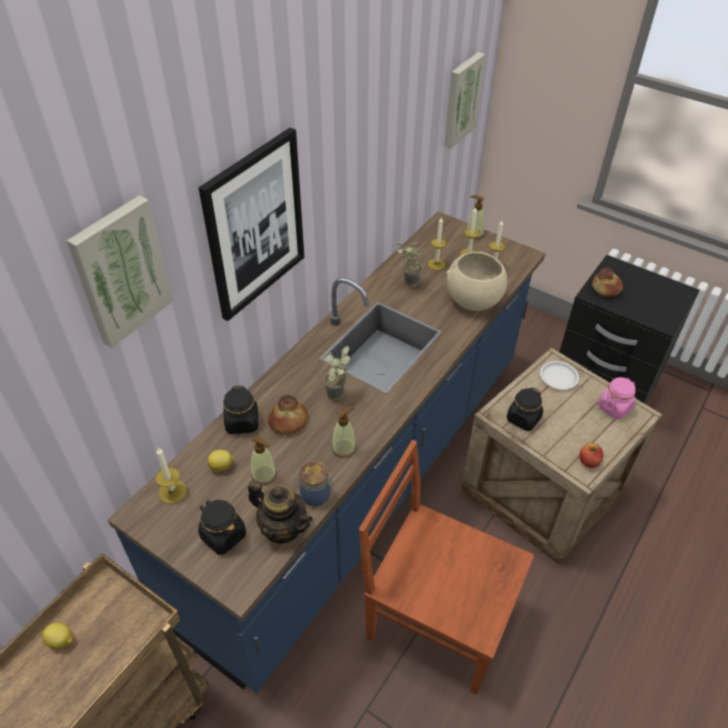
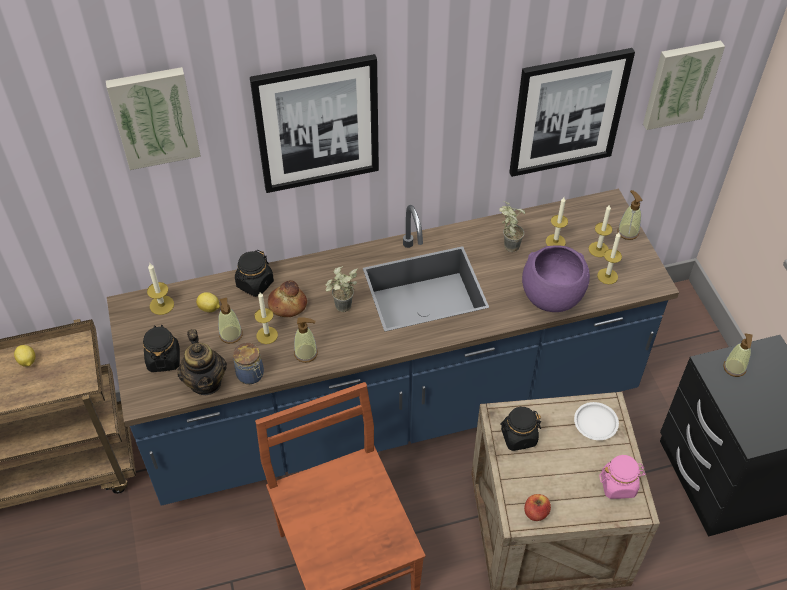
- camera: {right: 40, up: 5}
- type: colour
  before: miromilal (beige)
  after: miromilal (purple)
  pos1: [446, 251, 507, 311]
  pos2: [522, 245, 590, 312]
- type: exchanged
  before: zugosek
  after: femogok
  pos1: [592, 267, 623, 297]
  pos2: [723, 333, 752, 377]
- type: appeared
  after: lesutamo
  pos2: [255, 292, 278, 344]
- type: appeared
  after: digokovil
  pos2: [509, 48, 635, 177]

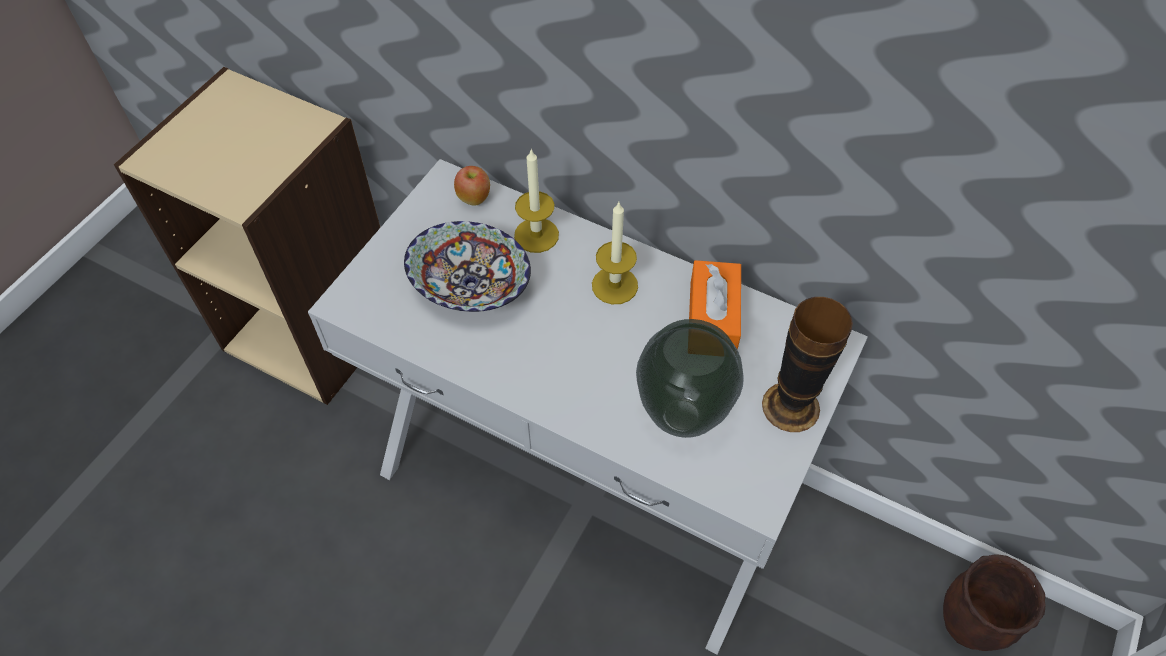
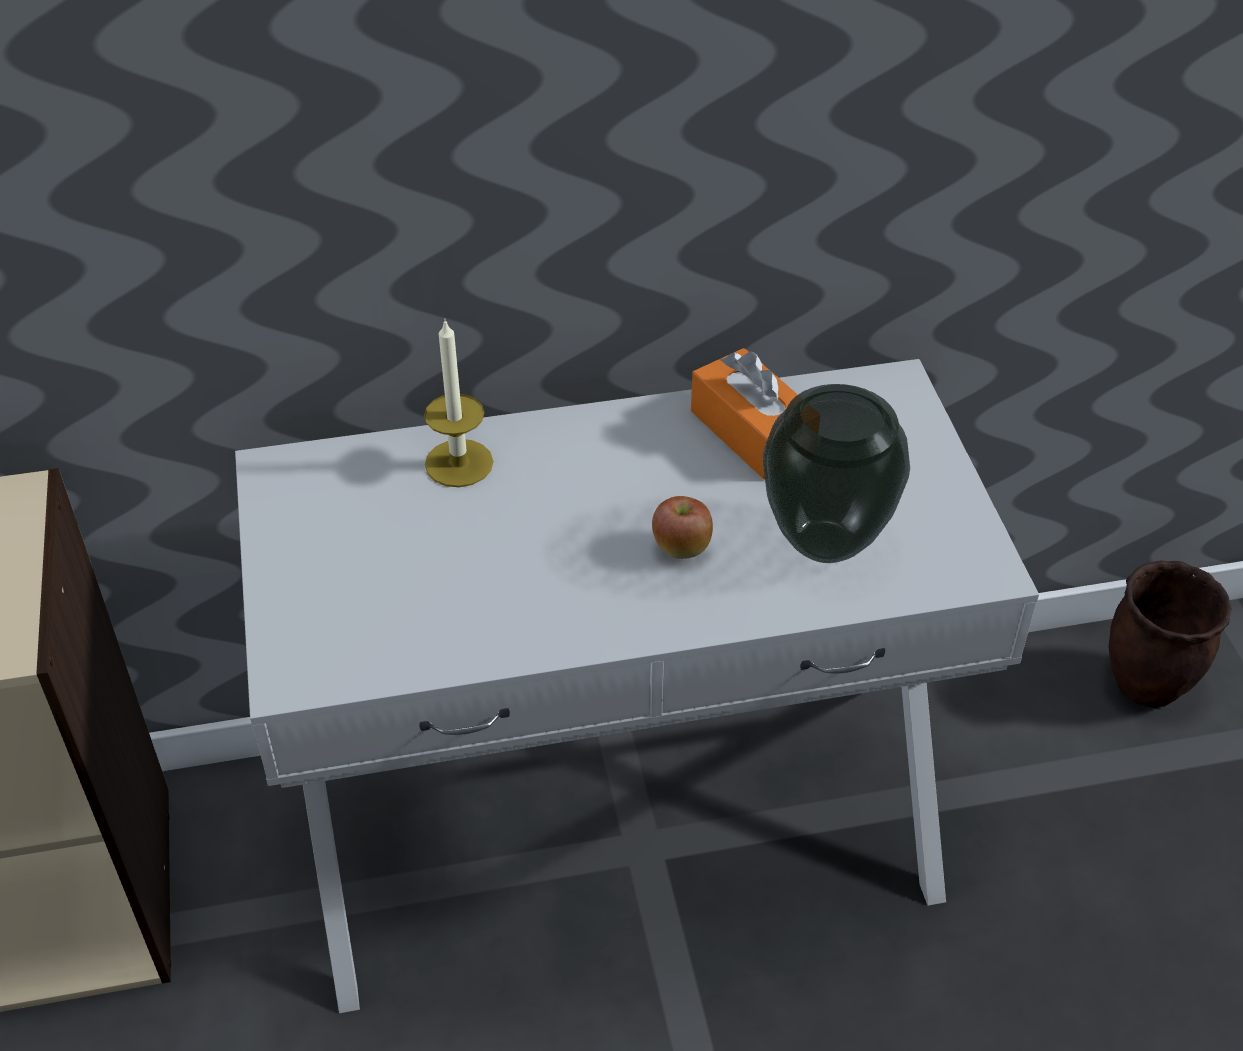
- camera: {right: -40, up: -10}
- type: missing
  before: miromilal
  pos1: [404, 221, 531, 312]
- type: relocated
  before: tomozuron
  pos1: [454, 166, 490, 206]
  pos2: [652, 496, 713, 559]
- type: missing
  before: lesutamo
  pos1: [592, 202, 638, 304]
- type: missing
  before: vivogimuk
  pos1: [762, 297, 853, 432]

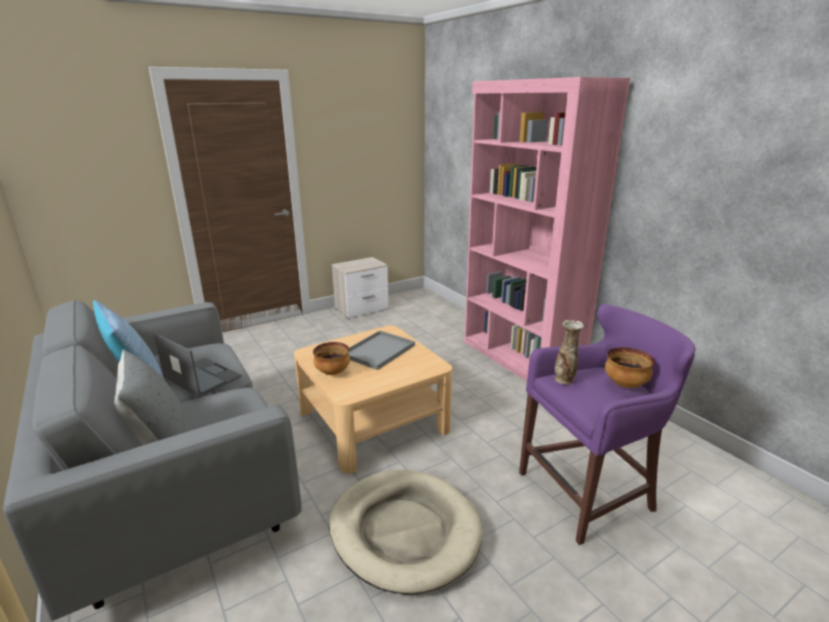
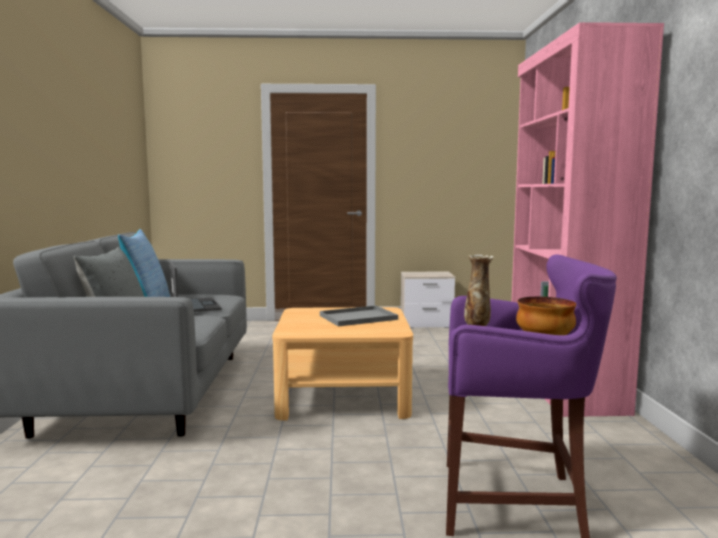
- camera: {right: 30, up: -15}
- type: missing
  before: miromilal
  pos1: [313, 342, 350, 375]
- type: missing
  before: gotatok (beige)
  pos1: [329, 470, 483, 594]

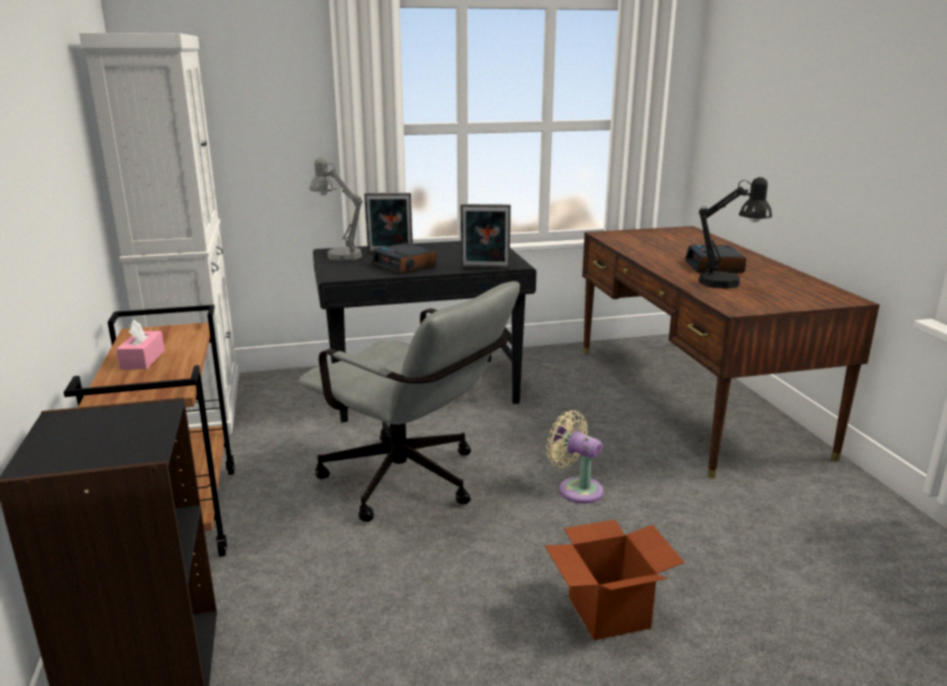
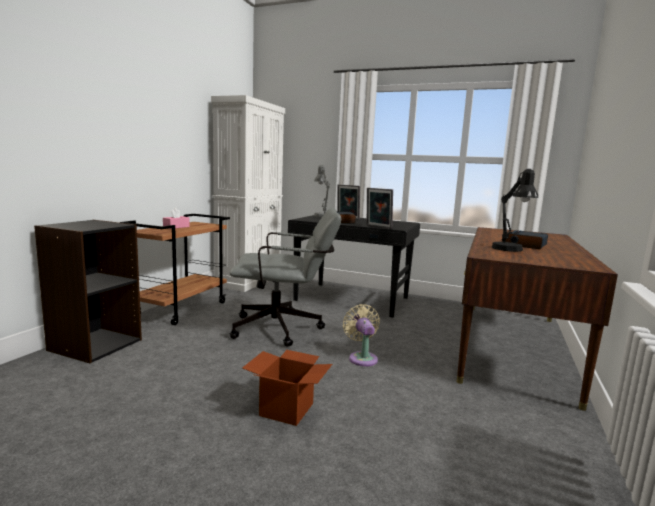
- camera: {right: 35, up: -10}
- type: spun
  before: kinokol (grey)
  pos1: [298, 281, 520, 522]
  pos2: [229, 207, 341, 347]
  turn: -75

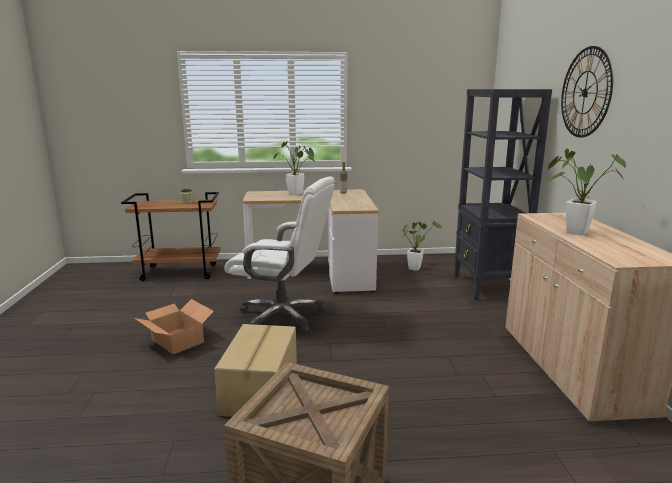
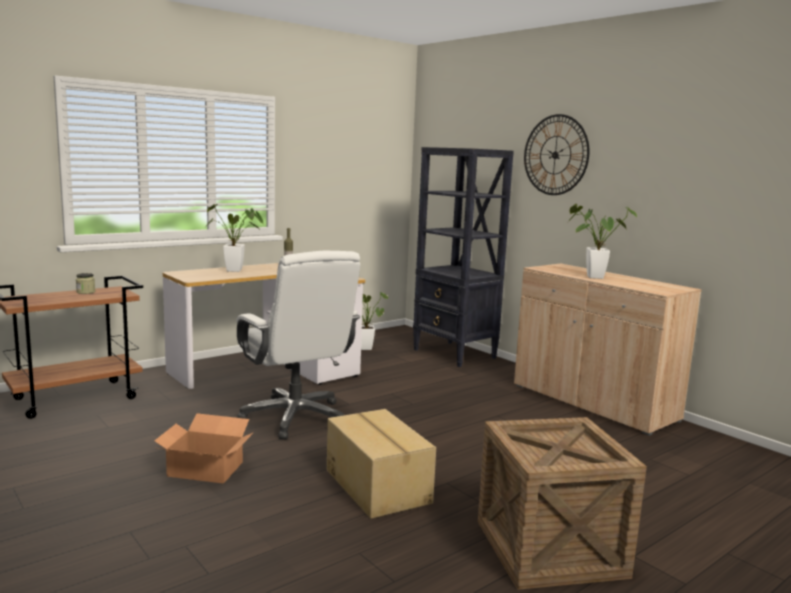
- camera: {right: -35, up: -5}
- type: spun
  before: kinokol (white)
  pos1: [224, 176, 335, 333]
  pos2: [236, 251, 360, 439]
  turn: 75

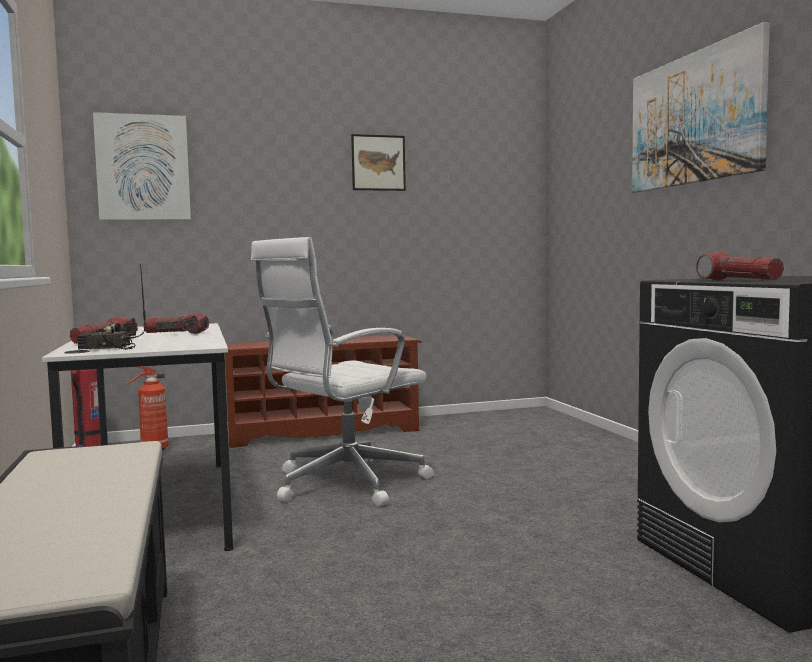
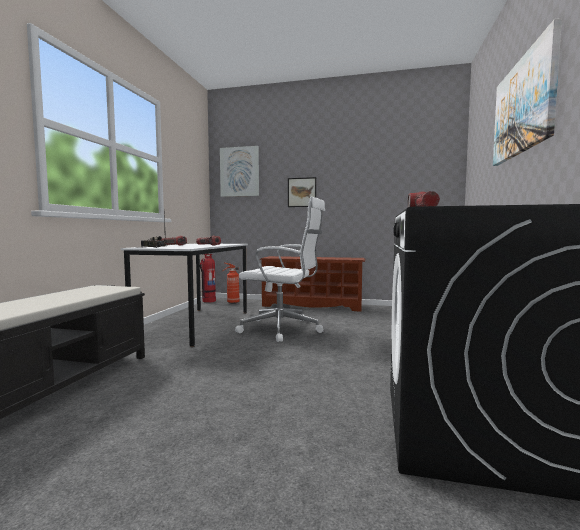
- camera: {right: 30, up: 0}
- type: spun
  before: kinokol (white)
  pos1: [251, 237, 434, 507]
  pos2: [235, 197, 325, 342]
  turn: -150
- type: relocated
  before: digokovil
  pos1: [351, 134, 406, 191]
  pos2: [288, 177, 316, 207]

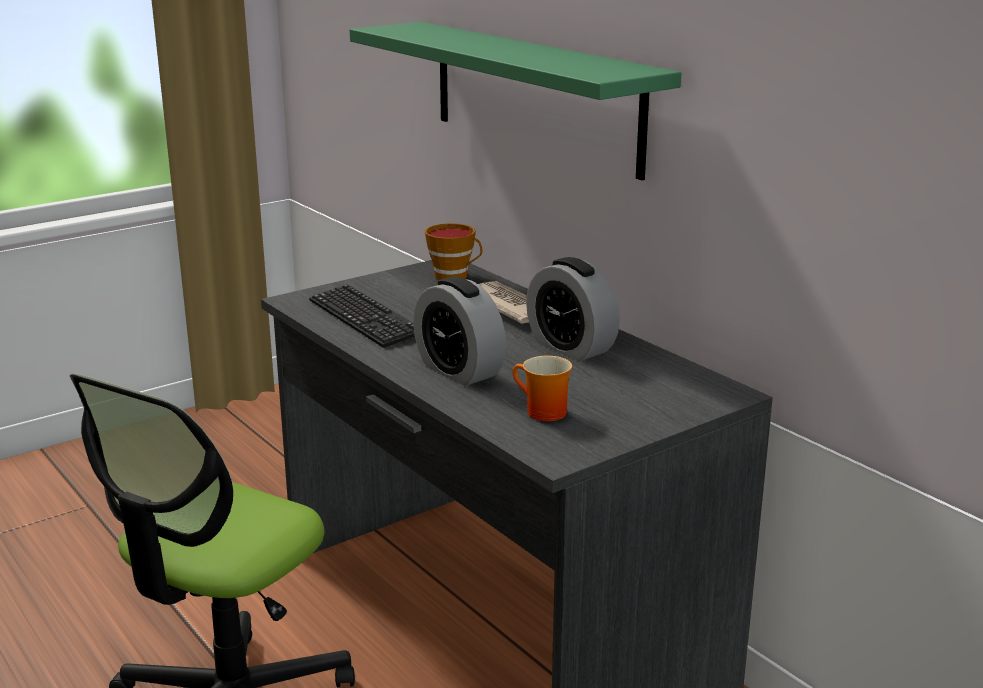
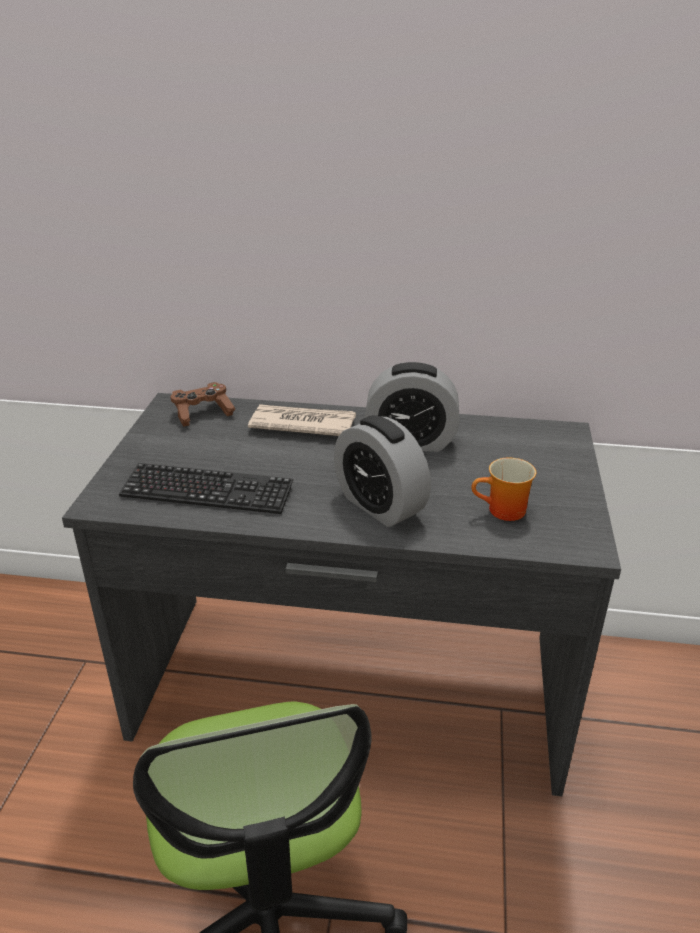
- camera: {right: -45, up: 10}
- type: missing
  before: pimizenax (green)
  pos1: [350, 22, 681, 180]
- type: spun
  before: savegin
  pos1: [413, 277, 506, 386]
  pos2: [334, 415, 431, 527]
  turn: 45
- type: exchanged
  before: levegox
  after: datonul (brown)
  pos1: [425, 223, 482, 280]
  pos2: [170, 382, 235, 426]

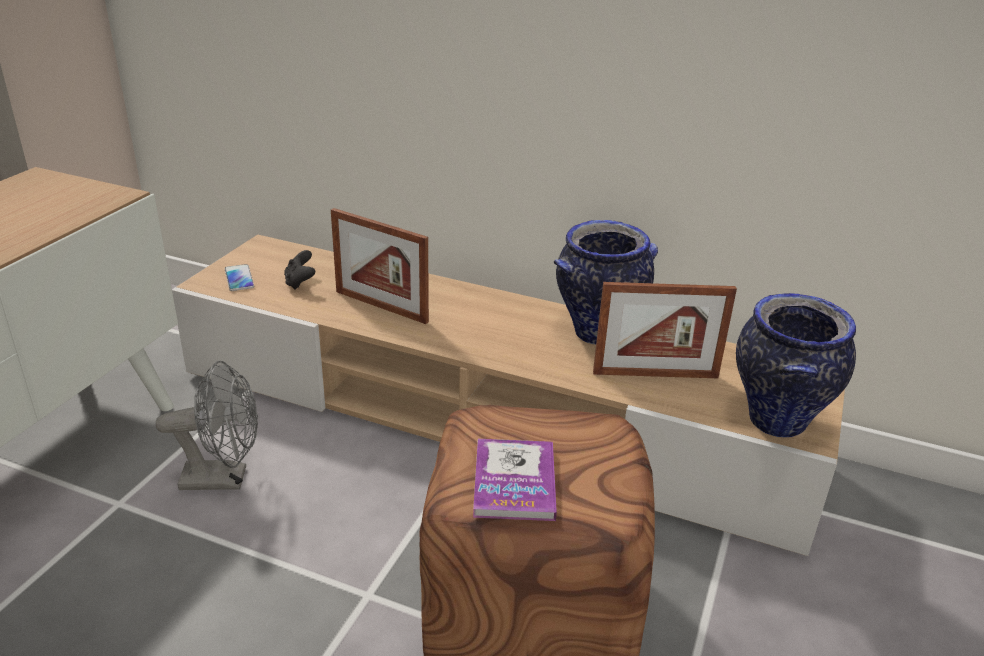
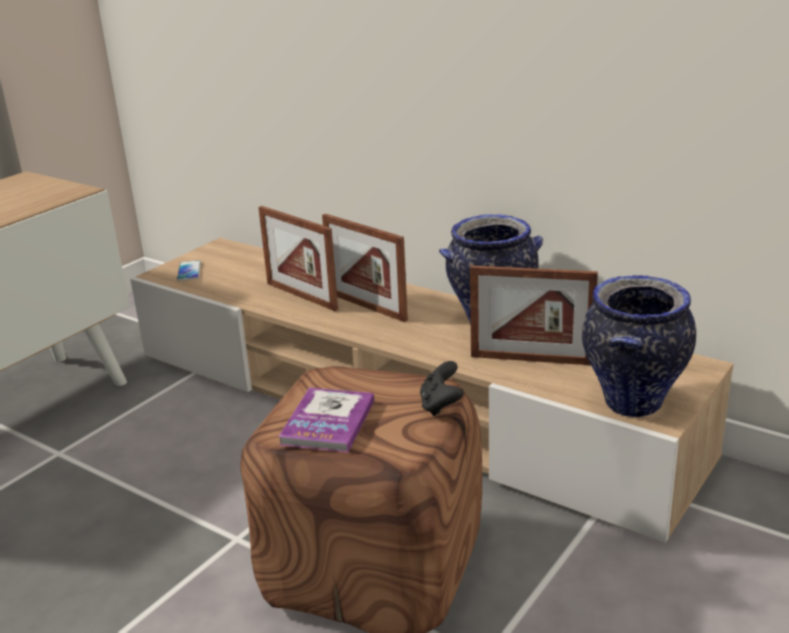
- camera: {right: 15, up: -5}
- type: missing
  before: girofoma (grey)
  pos1: [156, 361, 258, 490]
- type: relocated
  before: datonul (black)
  pos1: [284, 250, 315, 290]
  pos2: [420, 361, 464, 416]
- type: appeared
  after: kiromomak
  pos2: [322, 214, 408, 322]

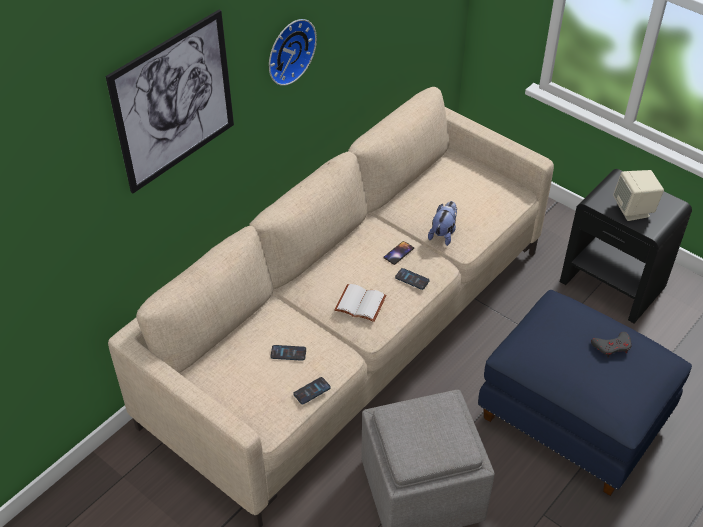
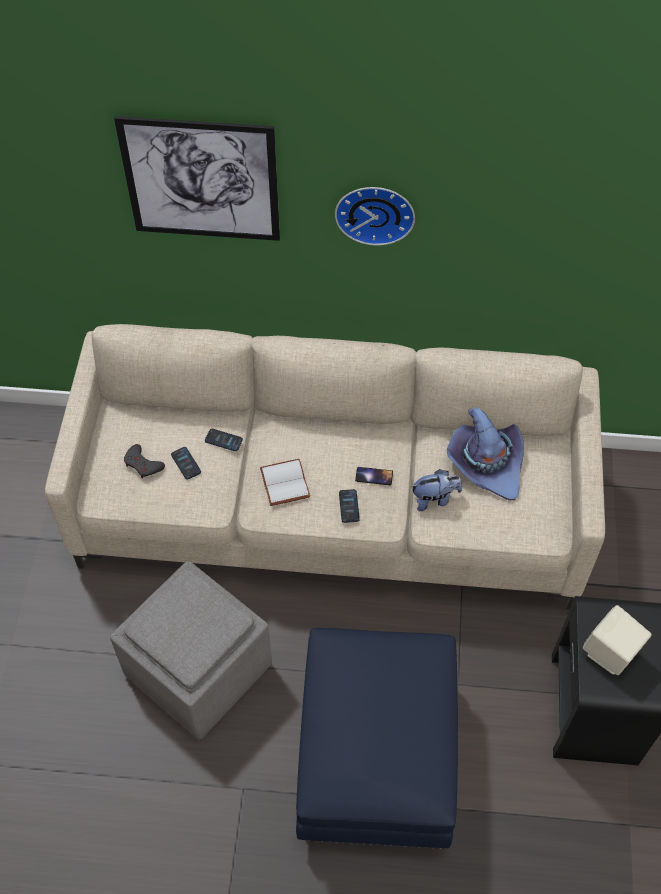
- camera: {right: 55, up: 10}
- type: relocated
  before: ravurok
  pos1: [293, 377, 331, 404]
  pos2: [205, 429, 243, 451]
- type: relocated
  before: datonul (grey)
  pos1: [591, 332, 632, 357]
  pos2: [124, 444, 165, 478]
- type: appeared
  after: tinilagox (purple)
  pos2: [447, 407, 524, 500]

